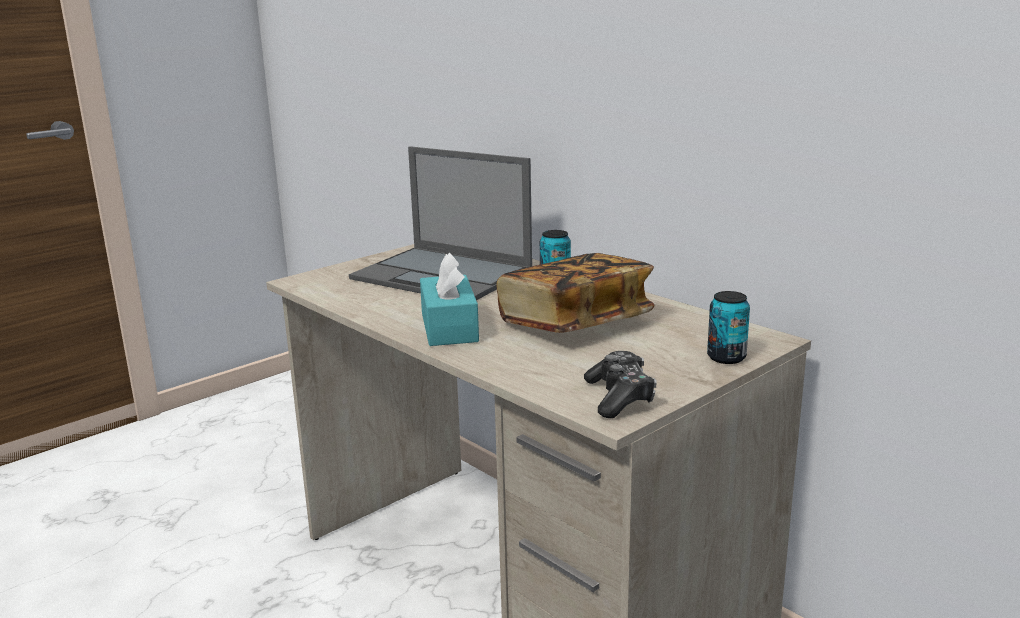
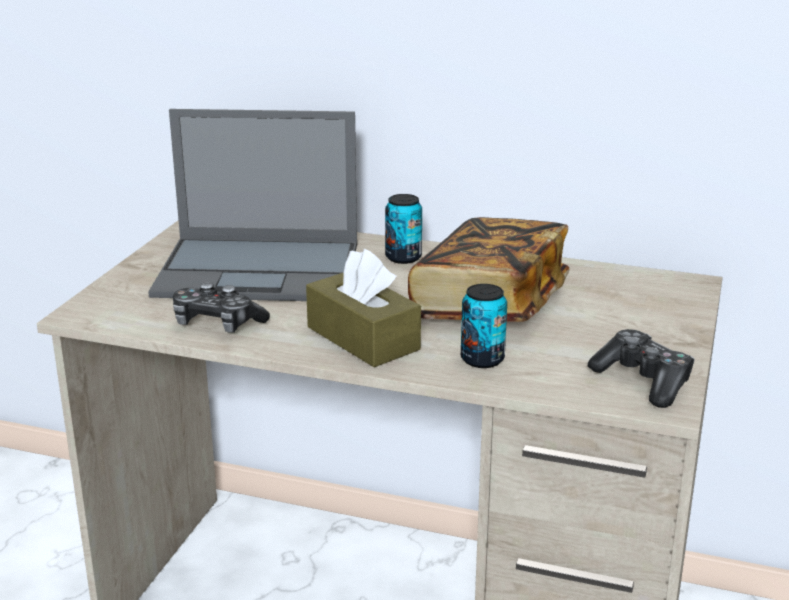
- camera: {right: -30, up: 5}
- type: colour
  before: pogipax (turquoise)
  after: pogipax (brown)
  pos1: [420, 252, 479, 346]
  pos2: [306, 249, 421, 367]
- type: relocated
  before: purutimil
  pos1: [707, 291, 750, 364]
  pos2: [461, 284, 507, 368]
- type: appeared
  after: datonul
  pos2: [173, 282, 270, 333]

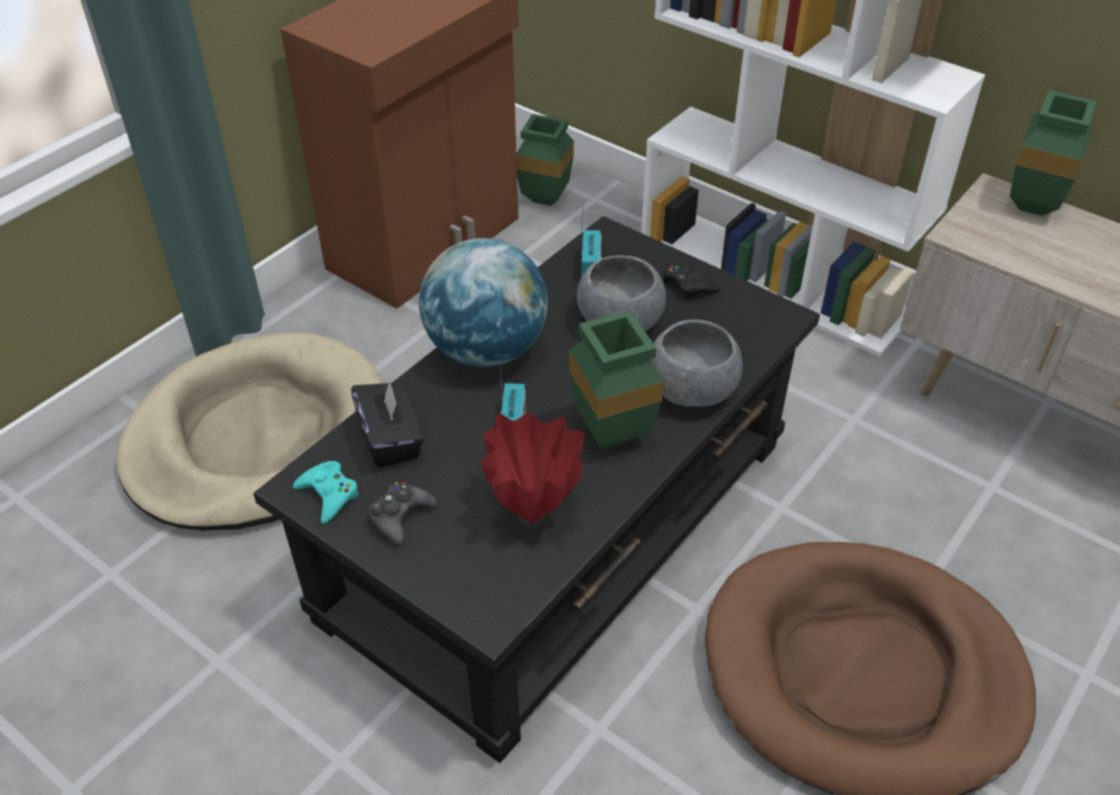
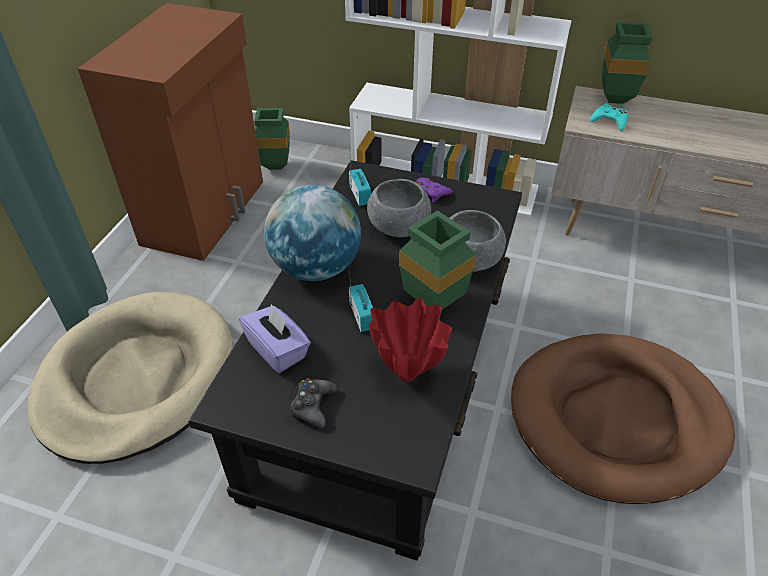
- camera: {right: -20, up: 0}
- type: relocated
  before: datonul (turquoise)
  pos1: [293, 461, 359, 524]
  pos2: [590, 103, 628, 131]
- type: colour
  before: pogipax (black)
  after: pogipax (purple)
  pos1: [351, 380, 424, 468]
  pos2: [239, 304, 311, 373]
- type: colour
  before: datonul (black)
  after: datonul (purple)
  pos1: [663, 261, 720, 300]
  pos2: [416, 177, 453, 203]

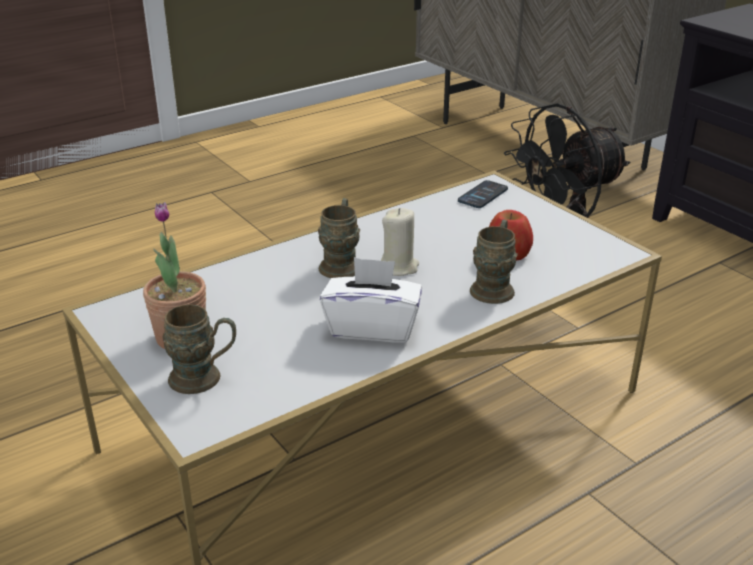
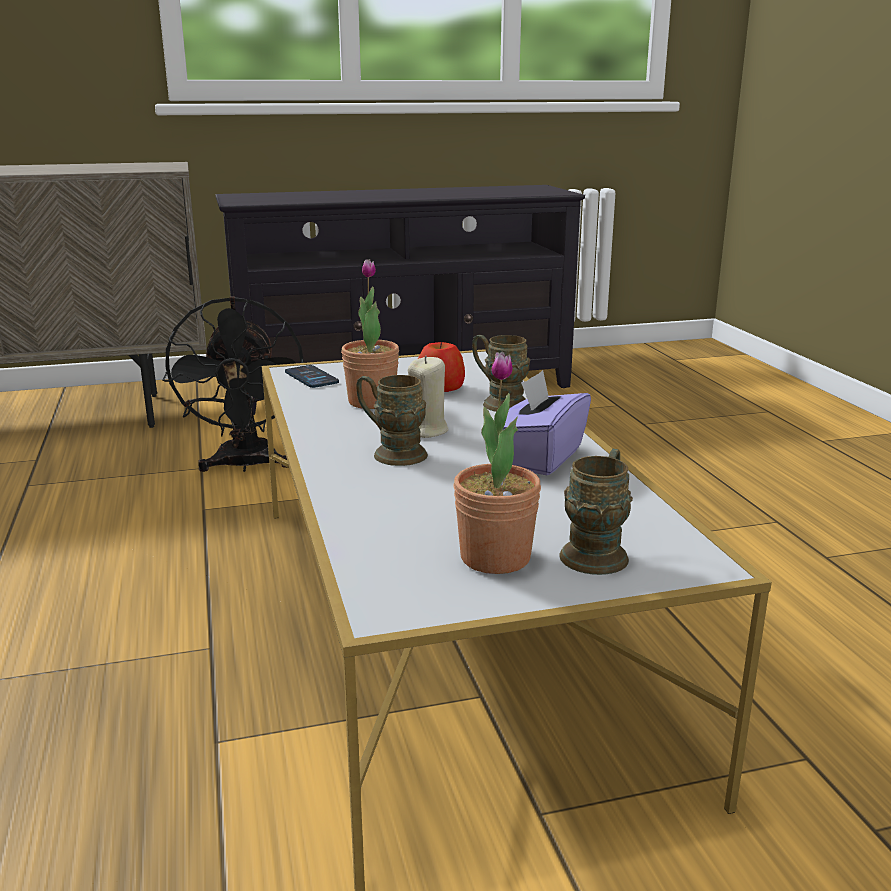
- camera: {right: -70, up: -10}
- type: colour
  before: pogipax (white)
  after: pogipax (purple)
  pos1: [320, 257, 422, 342]
  pos2: [502, 370, 591, 475]
- type: appeared
  after: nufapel
  pos2: [341, 259, 399, 409]

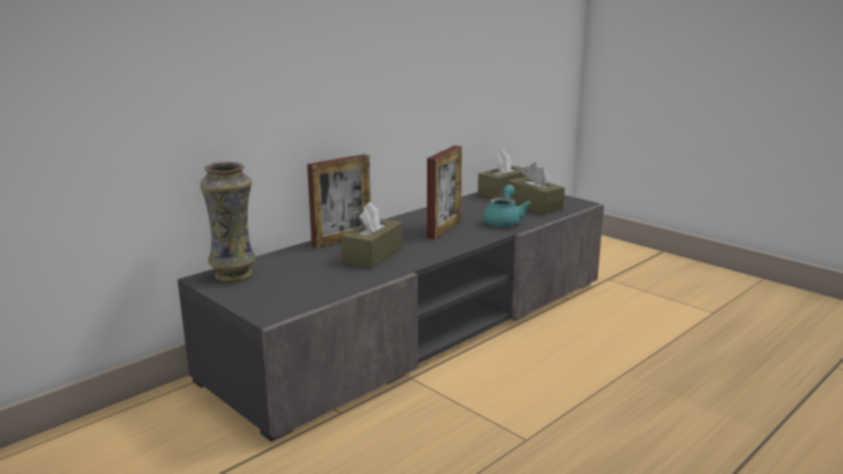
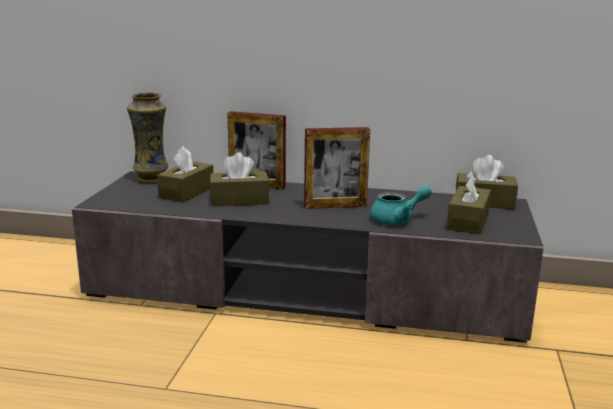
- camera: {right: 55, up: 0}
- type: appeared
  after: pogipax (brown)
  pos2: [157, 146, 213, 203]

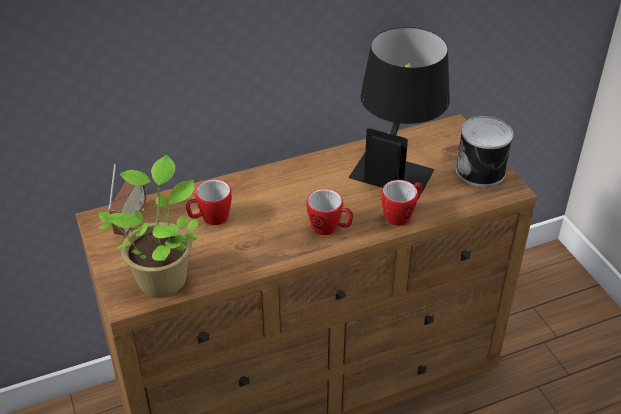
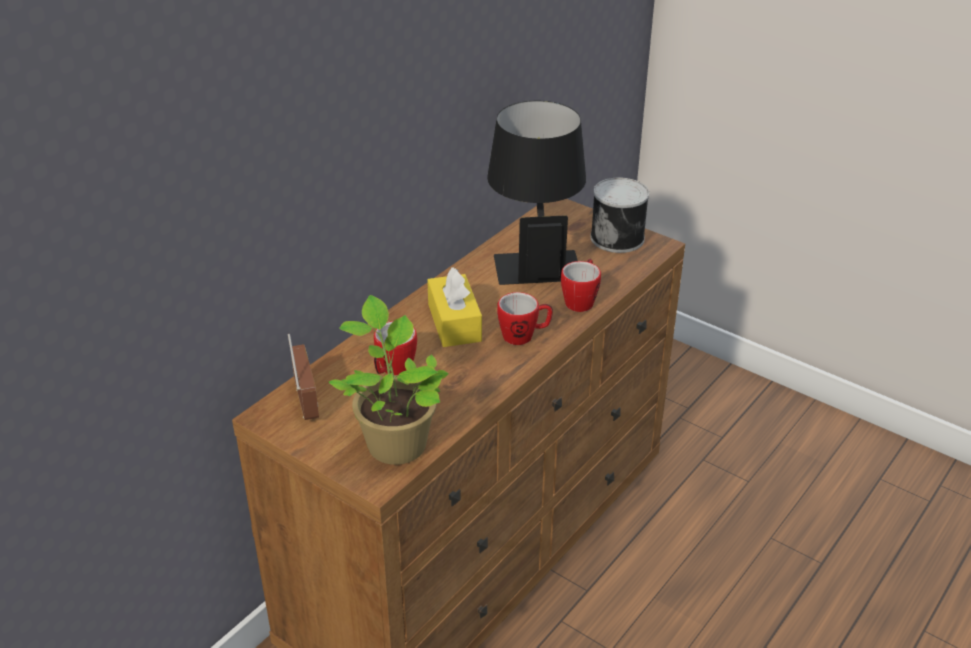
- camera: {right: -30, up: -5}
- type: appeared
  after: pogipax (yellow)
  pos2: [427, 267, 482, 347]

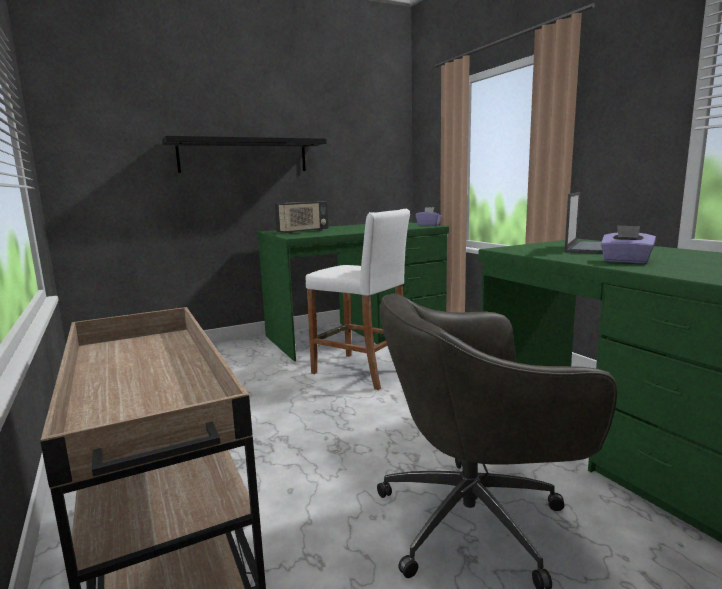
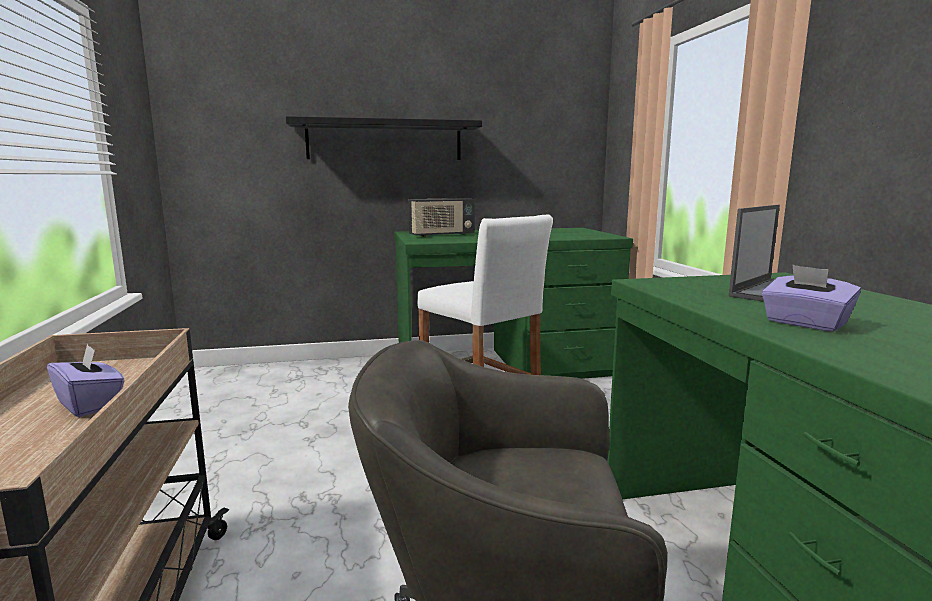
- camera: {right: 15, up: 0}
- type: relocated
  before: pogipax (purple)
  pos1: [416, 207, 442, 226]
  pos2: [47, 343, 125, 417]

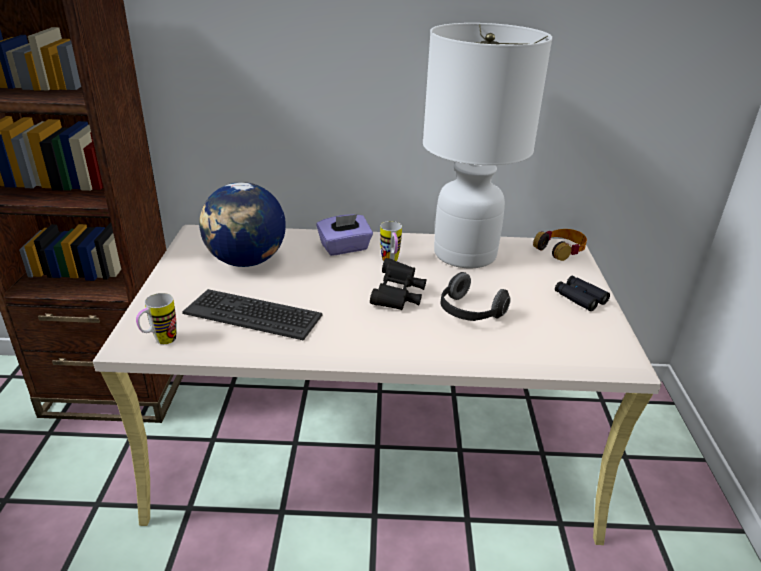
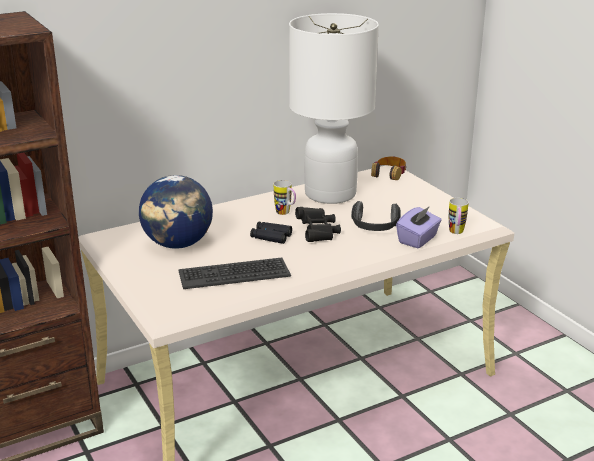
- camera: {right: -30, up: -5}
- type: relocated
  before: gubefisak
  pos1: [136, 293, 177, 344]
  pos2: [449, 198, 469, 234]
- type: relocated
  before: pogipax (purple)
  pos1: [316, 214, 373, 256]
  pos2: [396, 206, 442, 248]
- type: relocated
  before: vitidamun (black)
  pos1: [555, 276, 610, 311]
  pos2: [250, 222, 292, 244]

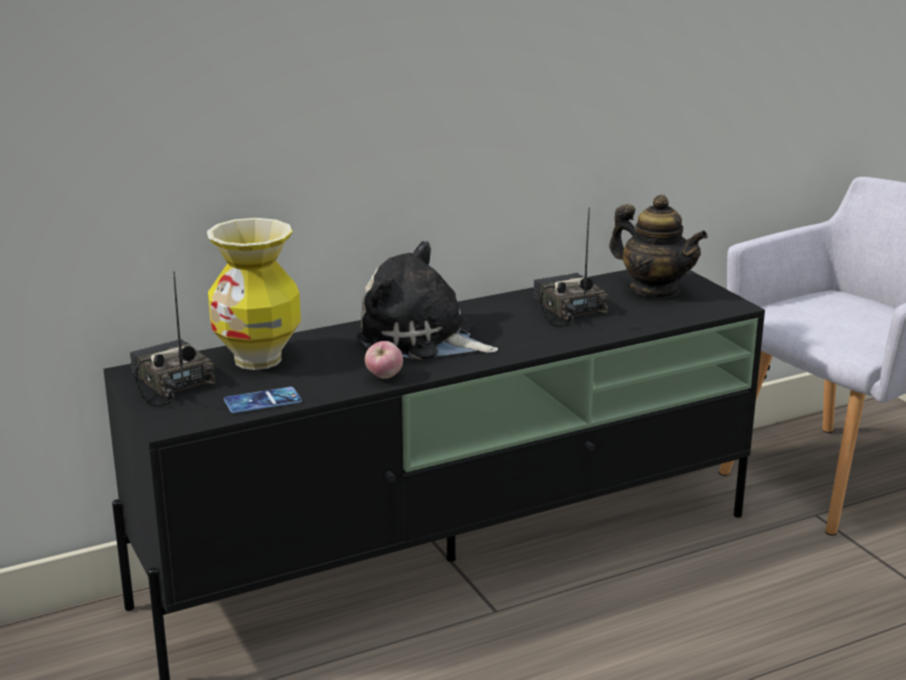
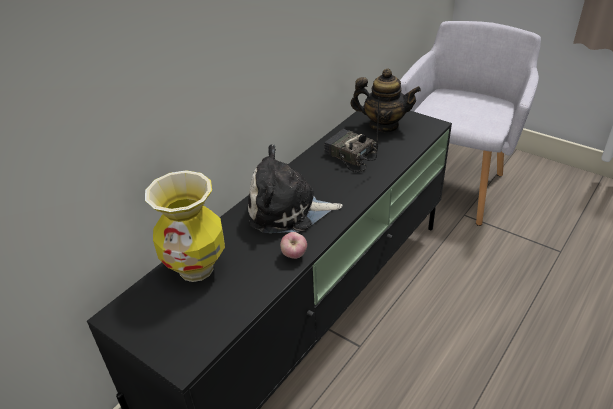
- camera: {right: -25, up: 15}
- type: missing
  before: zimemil
  pos1: [130, 271, 216, 407]
- type: missing
  before: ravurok
  pos1: [224, 387, 302, 413]

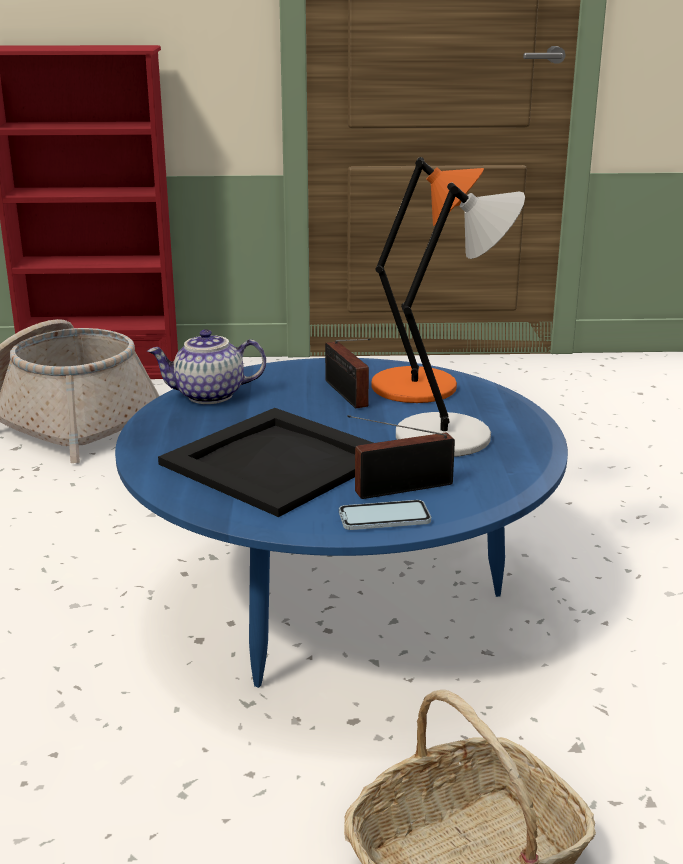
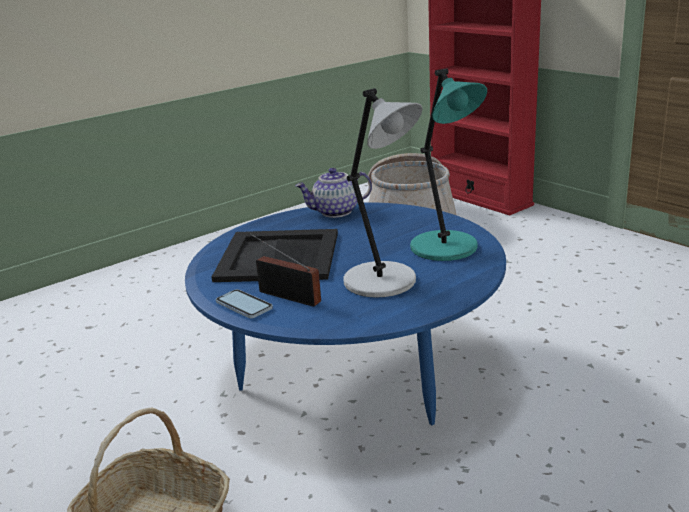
- camera: {right: 55, up: 0}
- type: spun
  before: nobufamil
  pos1: [147, 329, 266, 404]
  pos2: [295, 168, 372, 218]
  turn: -60
- type: missing
  before: zimemil
  pos1: [325, 339, 371, 409]
- type: colour
  before: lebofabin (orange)
  after: lebofabin (turquoise)
  pos1: [371, 157, 484, 403]
  pos2: [410, 68, 487, 261]

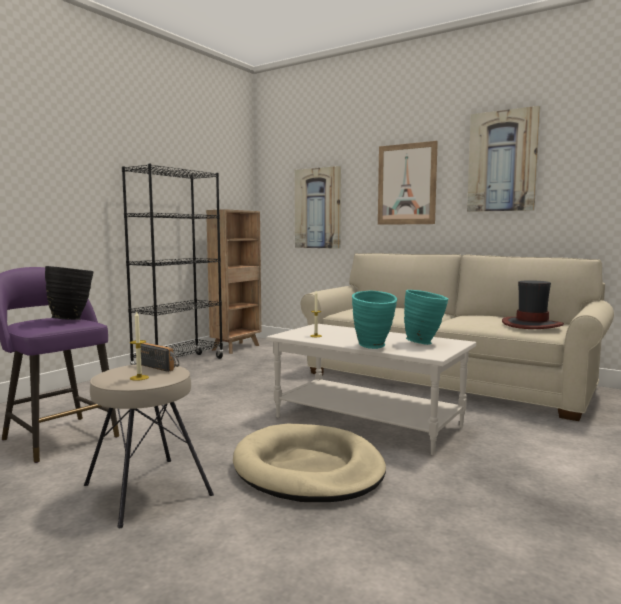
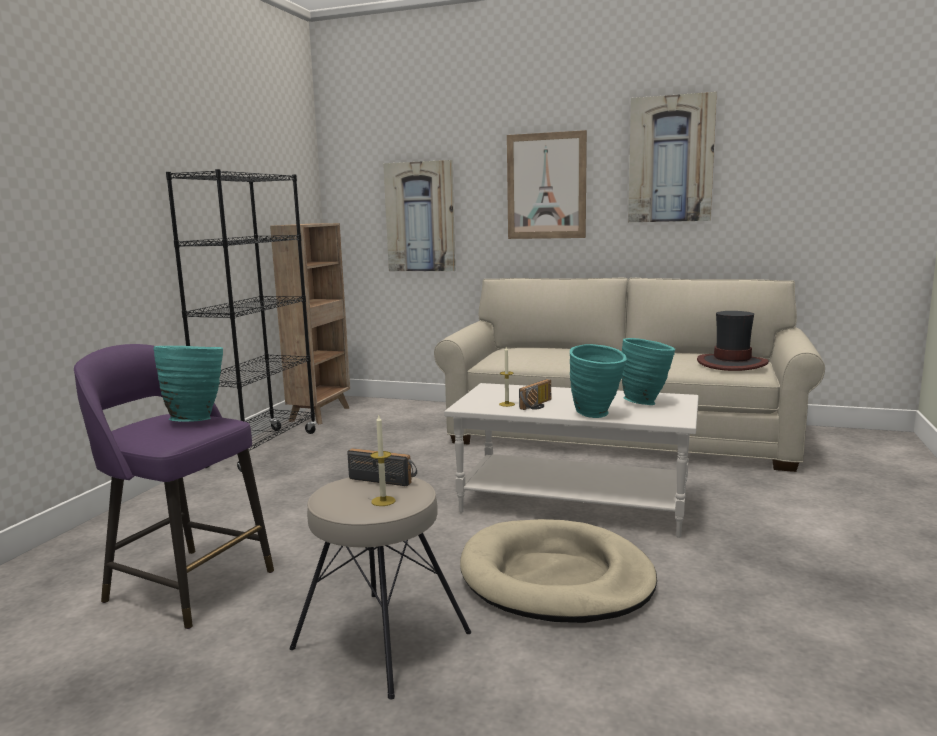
- camera: {right: -15, up: 5}
- type: colour
  before: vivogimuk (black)
  after: vivogimuk (turquoise)
  pos1: [45, 266, 93, 320]
  pos2: [154, 346, 223, 422]
- type: appeared
  after: zimemil
  pos2: [519, 379, 551, 410]

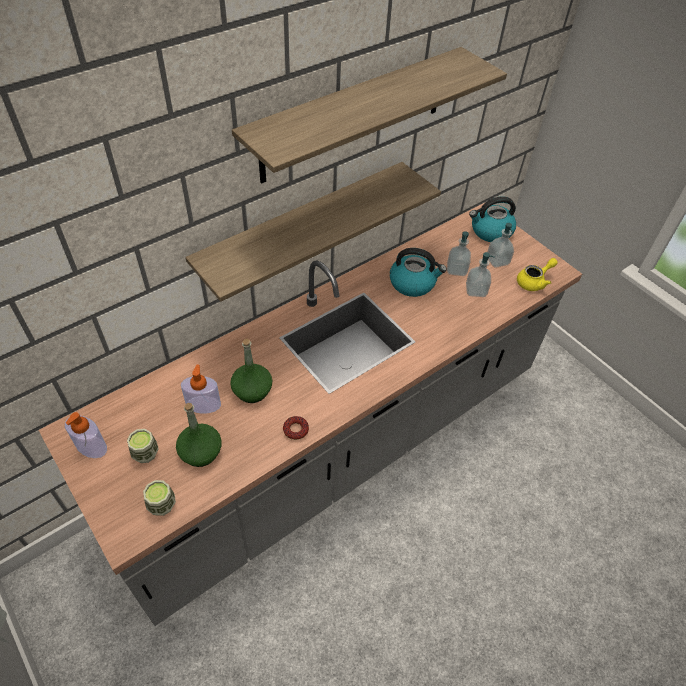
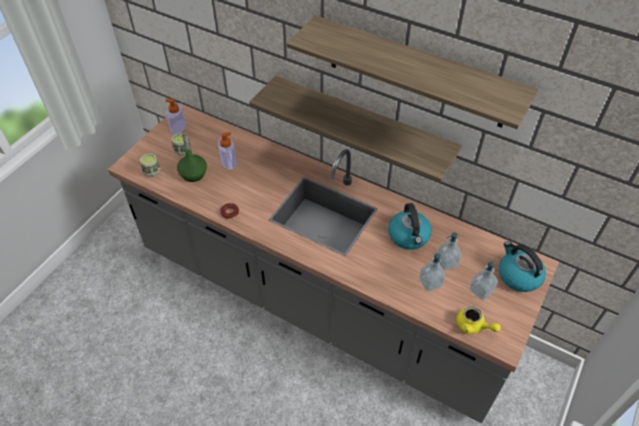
- camera: {right: 70, up: 0}
- type: missing
  before: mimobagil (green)
  pos1: [230, 339, 272, 403]

